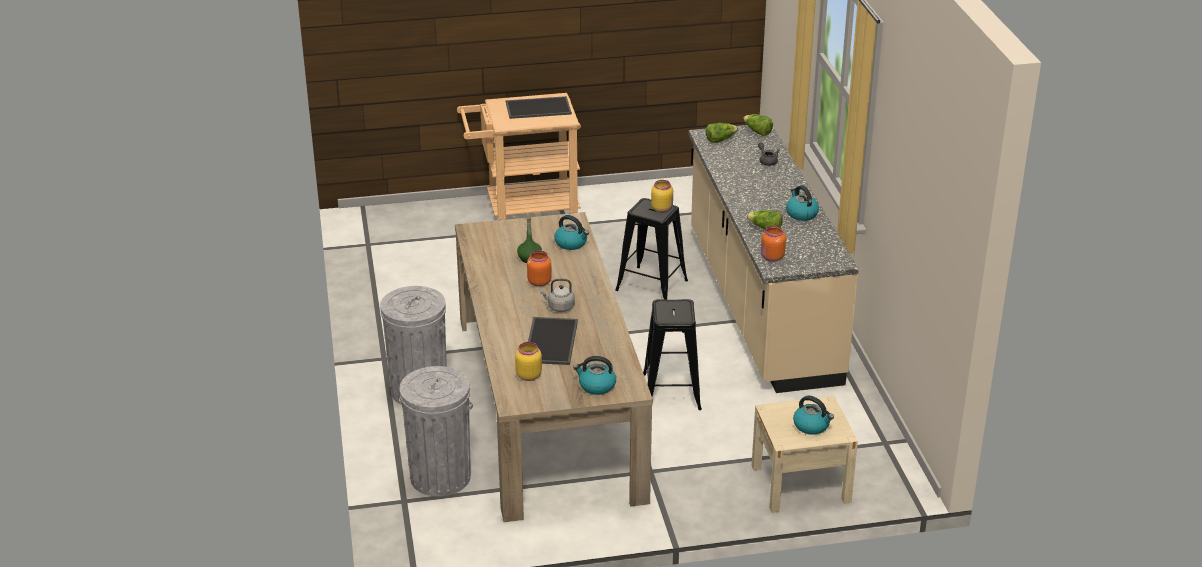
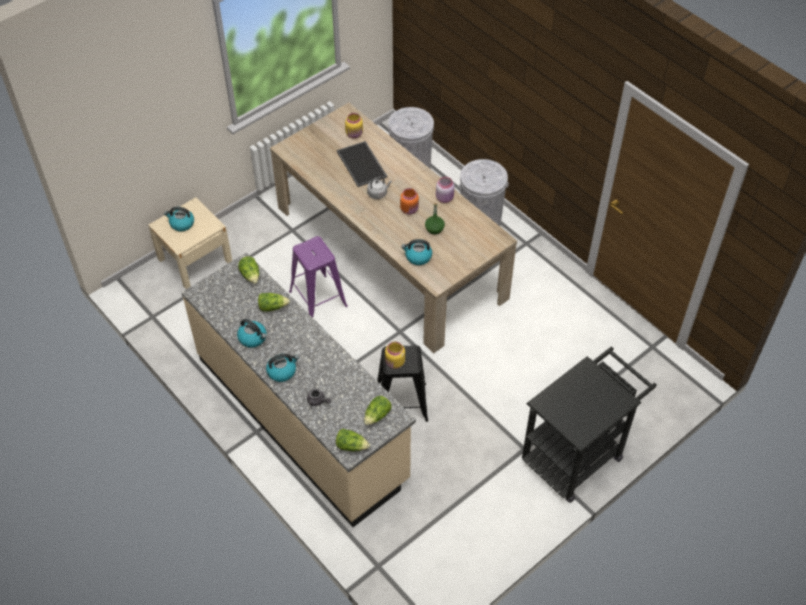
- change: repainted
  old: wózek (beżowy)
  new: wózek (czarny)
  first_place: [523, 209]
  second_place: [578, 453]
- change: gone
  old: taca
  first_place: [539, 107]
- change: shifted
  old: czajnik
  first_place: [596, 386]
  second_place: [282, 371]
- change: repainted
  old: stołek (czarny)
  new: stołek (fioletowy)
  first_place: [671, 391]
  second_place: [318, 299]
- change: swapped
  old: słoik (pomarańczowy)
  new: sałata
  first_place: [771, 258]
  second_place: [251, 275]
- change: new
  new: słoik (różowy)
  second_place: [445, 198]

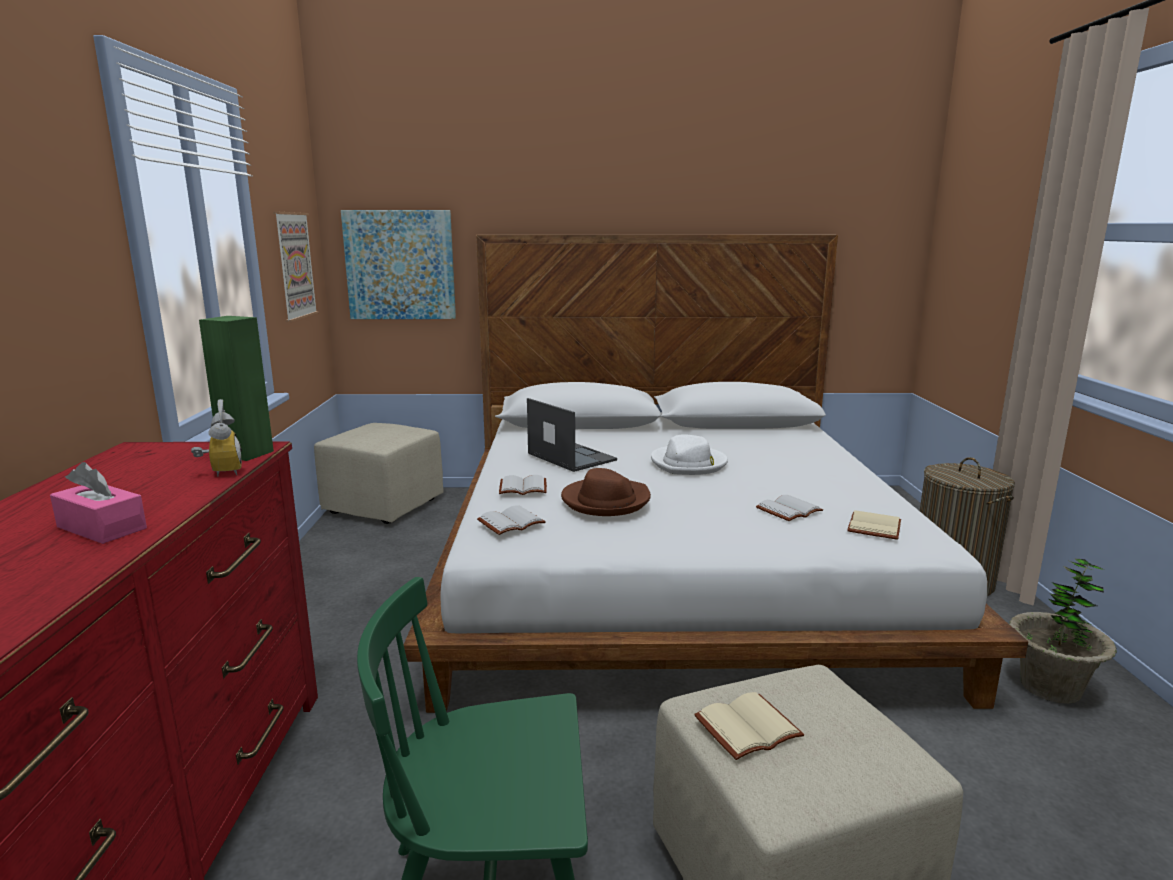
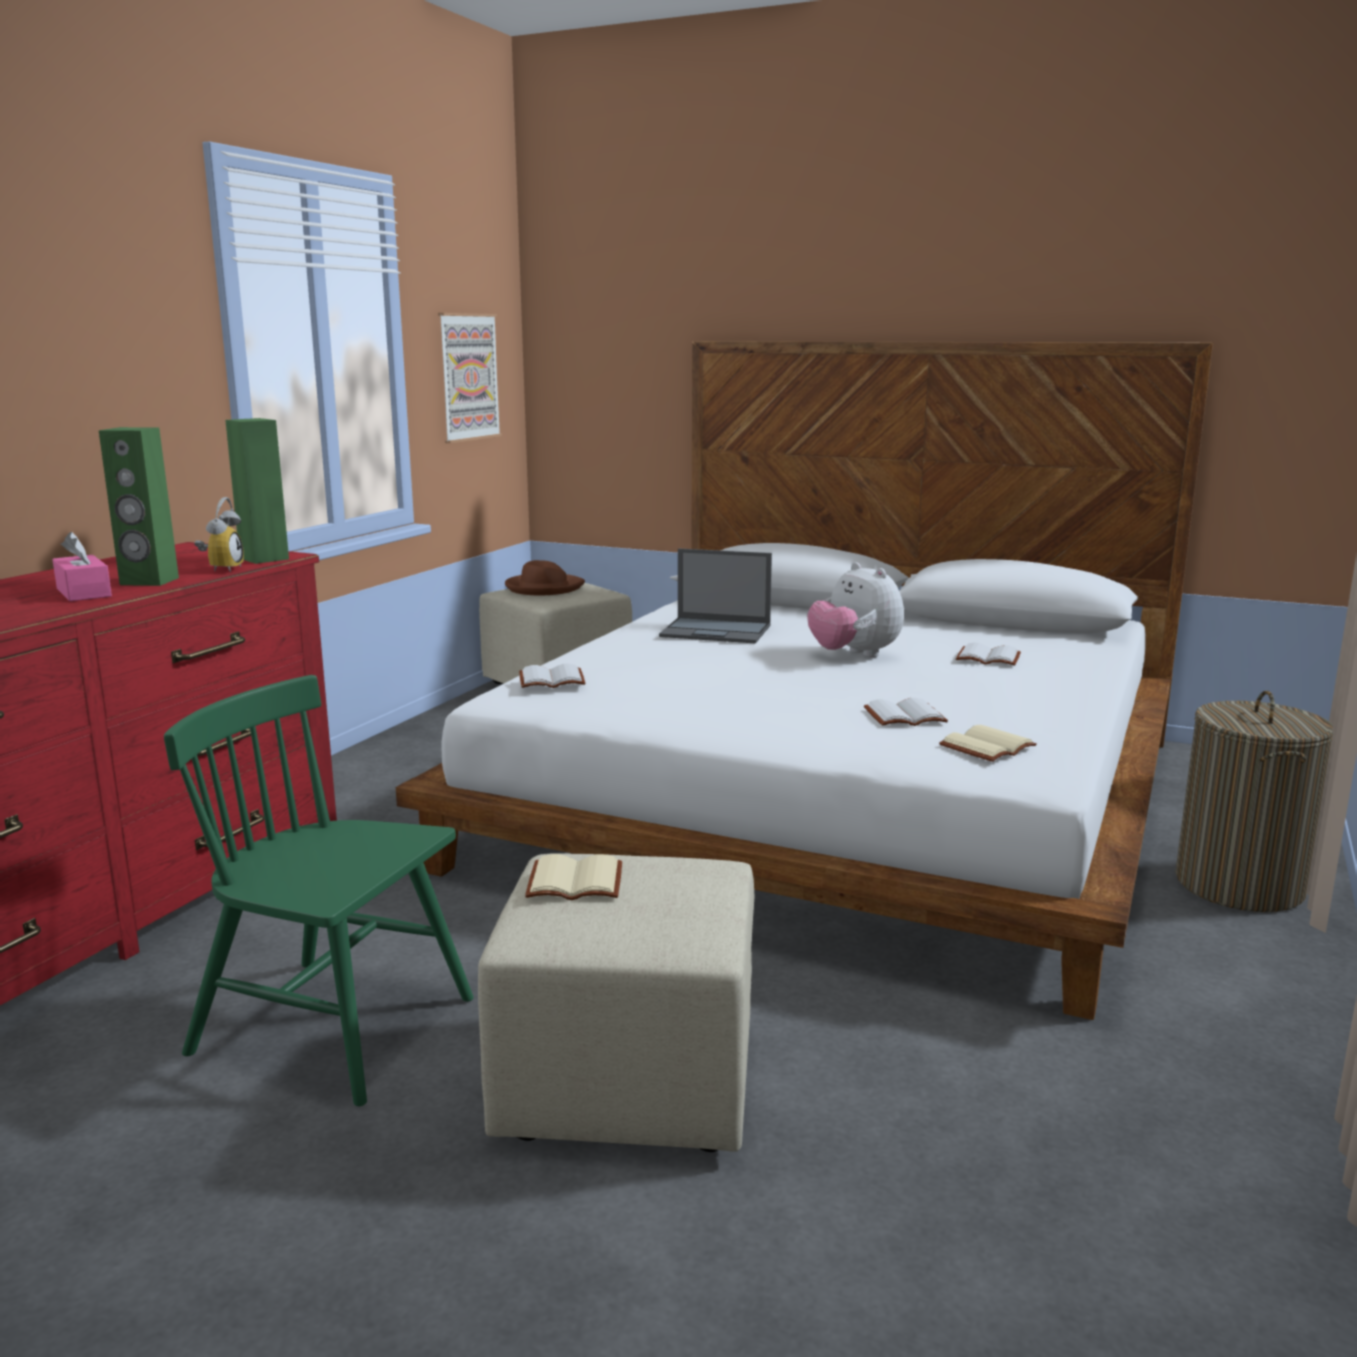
- change: gone
  old: obraz
  first_place: [400, 265]
- change: shifted
  old: książka (biały)
  first_place: [522, 488]
  second_place: [987, 658]
- change: rotated
  old: laptop
  first_place: [570, 457]
  second_place: [717, 631]
  degrees: 120
- change: shifted
  old: kapelusz (brązowy)
  first_place: [605, 501]
  second_place: [543, 588]
- change: swapped
  old: kapelusz (biały)
  new: pluszak
  first_place: [689, 464]
  second_place: [854, 655]
- change: gone
  old: roślina doniczkowa
  first_place: [1050, 687]
- change: new
  new: głośnik (zielony)
  second_place: [149, 581]

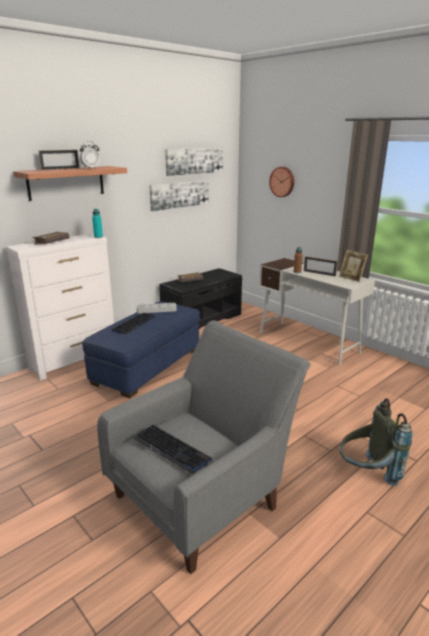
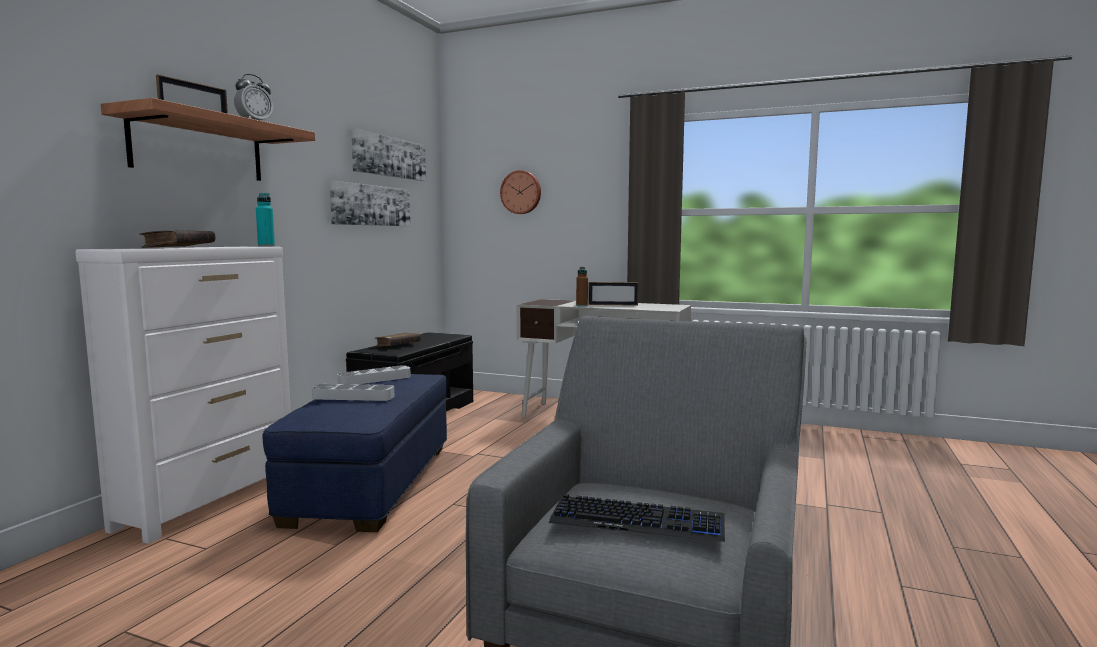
- change: swapped
  old: klawiatura
  new: taca (szary)
  first_place: [134, 324]
  second_place: [353, 397]
- change: gone
  old: ramka na zdjęcie
  first_place: [351, 278]
- change: gone
  old: plecak (szary)
  first_place: [366, 474]

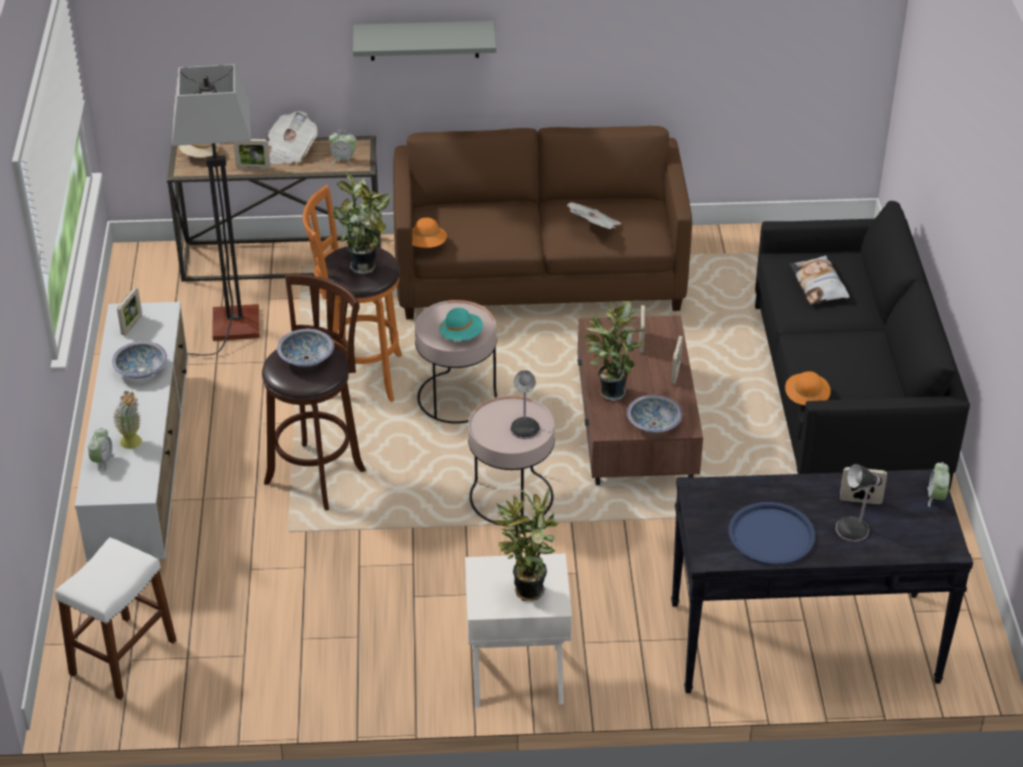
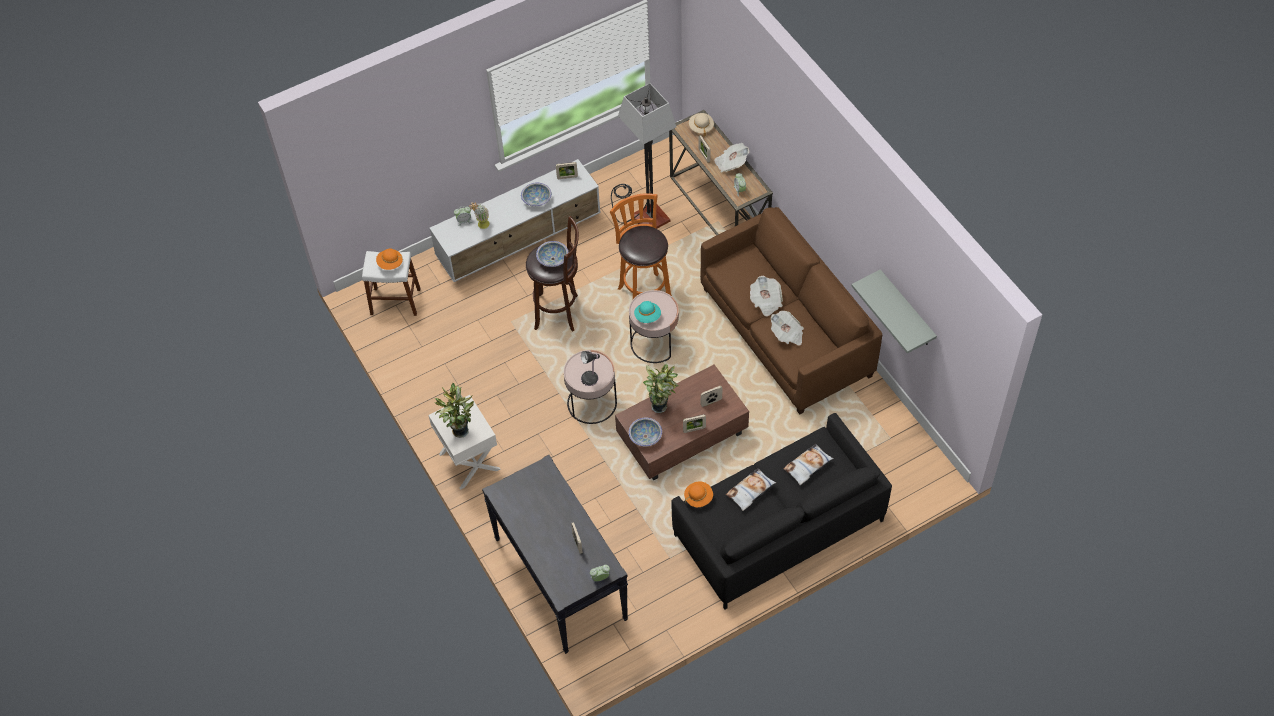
- change: gone
  old: roślina doniczkowa
  first_place: [366, 267]
- change: shifted
  old: półka (szary)
  first_place: [424, 40]
  second_place: [906, 310]
- change: shifted
  old: kapelusz (pomarańczowy)
  first_place: [426, 245]
  second_place: [390, 263]
- change: gone
  old: taca (niebieski)
  first_place: [771, 535]
- change: gone
  old: lampa stołowa
  first_place: [854, 529]
- change: new
  new: poduszka
  second_place: [750, 491]
- change: new
  new: gazeta
  second_place: [766, 301]

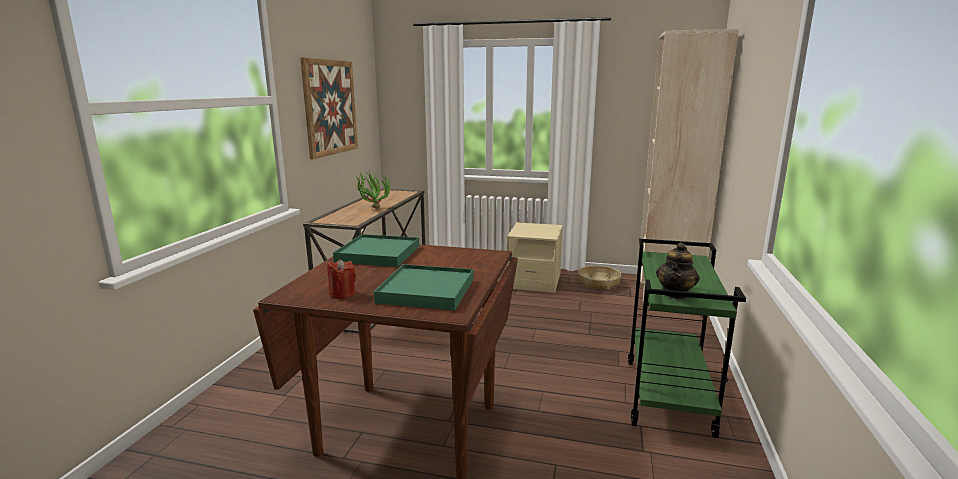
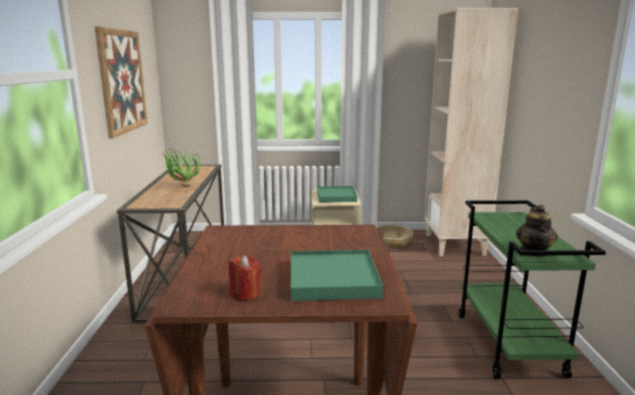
- change: shifted
  old: taca (zielony)
  first_place: [378, 254]
  second_place: [336, 196]

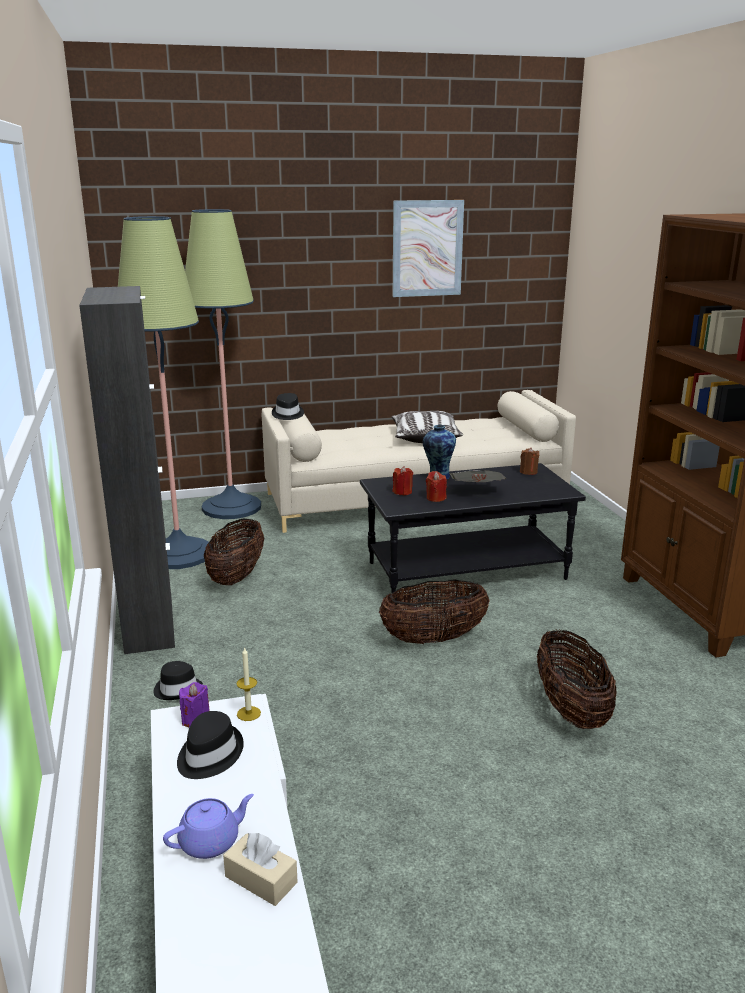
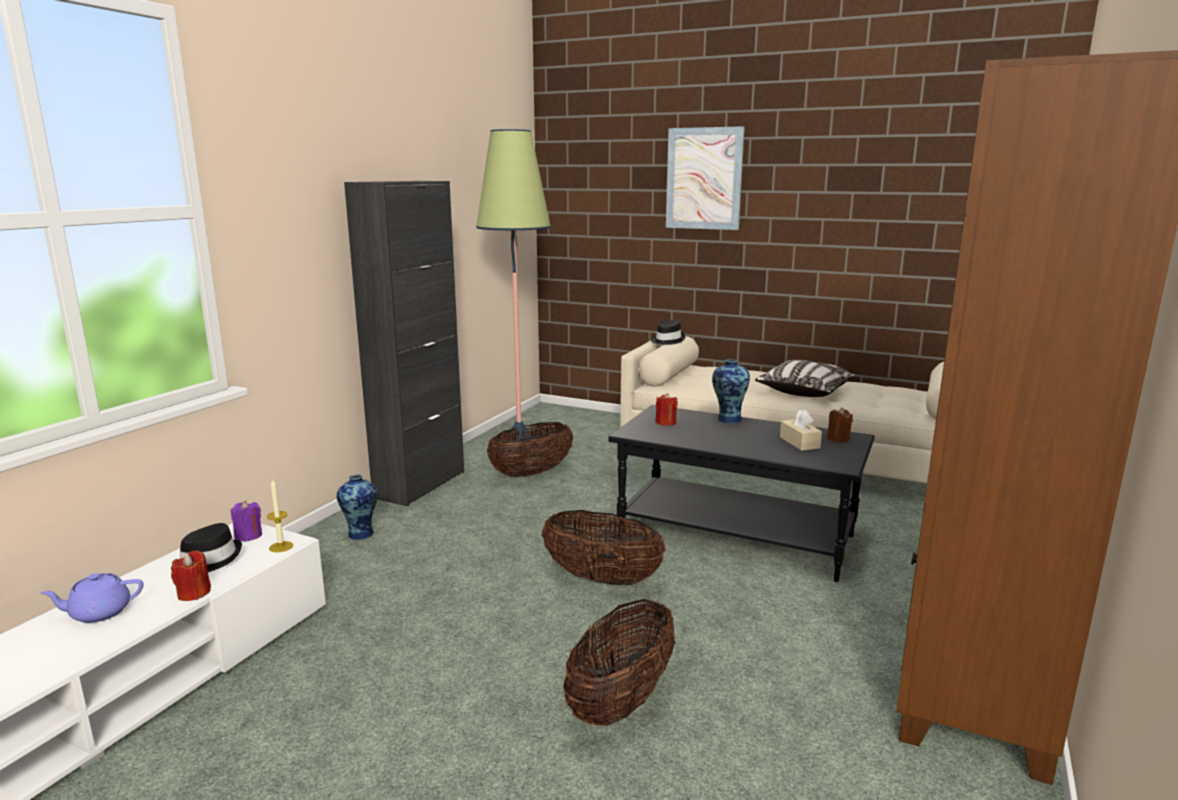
- change: swapped
  old: kapelusz (czarny)
  new: wazon
  first_place: [177, 689]
  second_place: [361, 534]
- change: rotated
  old: imbryk (fioletowy)
  first_place: [211, 842]
  second_place: [99, 613]
  degrees: 150
- change: gone
  old: lampa stojąca
  first_place: [231, 507]
- change: shifted
  old: pudełko chusteczek (beżowy)
  first_place: [261, 879]
  second_place: [799, 442]
- change: shifted
  old: obraz
  first_place: [427, 248]
  second_place: [704, 179]
- change: shifted
  old: świeca (czerwony)
  first_place: [435, 498]
  second_place: [194, 593]
- change: gone
  old: gazeta
  first_place: [477, 491]

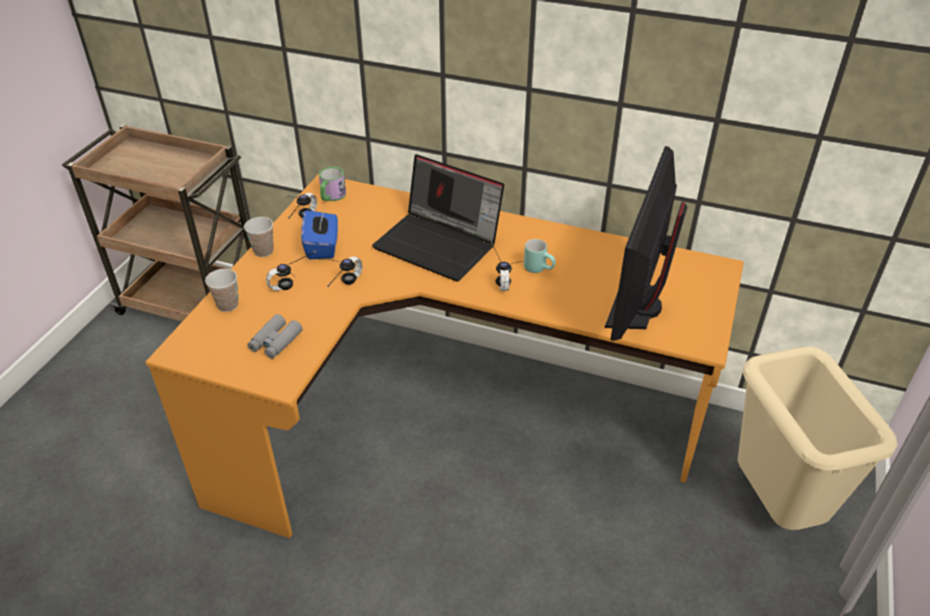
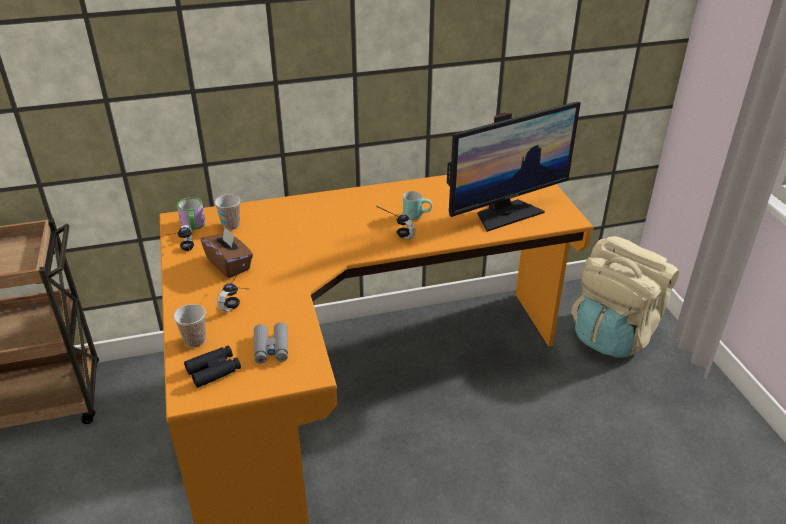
- change: shifted
  old: filiżanka
  first_place: [263, 251]
  second_place: [231, 225]
- change: repainted
  old: pudełko chusteczek (niebieski)
  new: pudełko chusteczek (brązowy)
  first_place: [322, 247]
  second_place: [229, 265]
- change: gone
  old: słuchawki
  first_place: [338, 285]
- change: gone
  old: laptop
  first_place: [439, 244]
- change: rotated
  old: monitor
  first_place: [636, 305]
  second_place: [505, 213]
  degrees: -105
- change: swapped
  old: kosz na śmieci (beżowy)
  new: plecak (beżowy)
  first_place: [775, 506]
  second_place: [614, 333]
- change: new
  new: lornetka (czarny)
  second_place: [214, 370]

